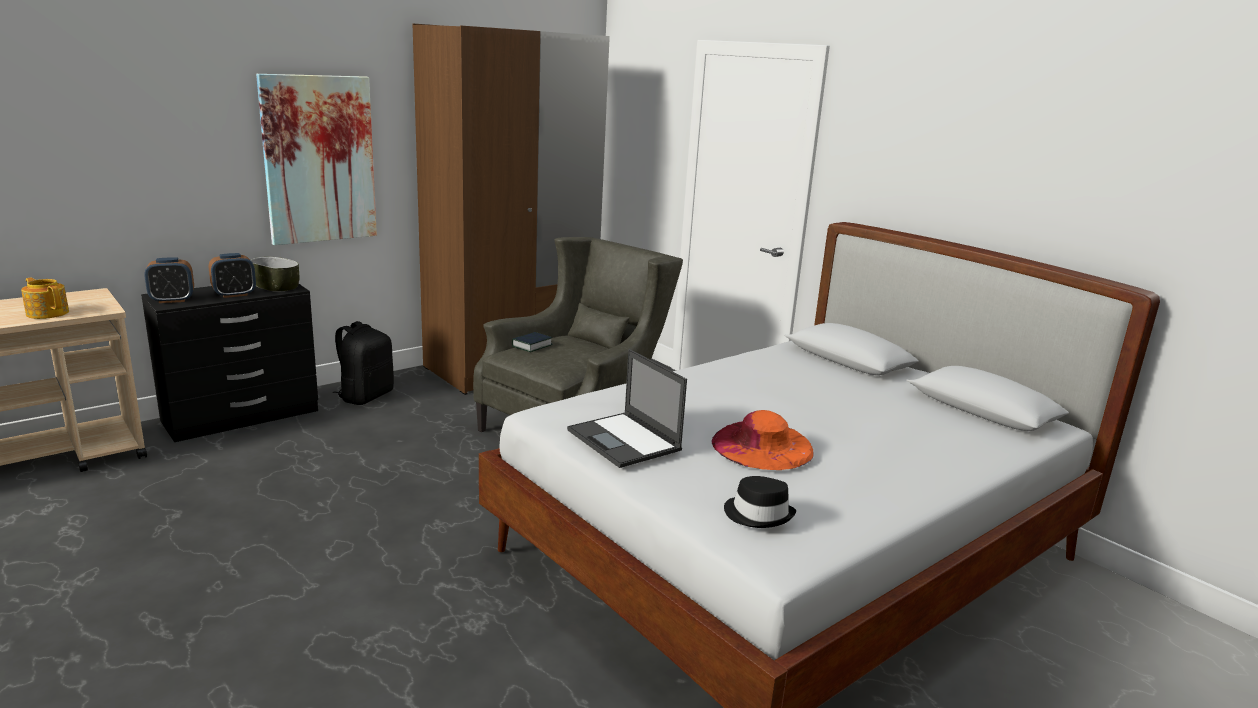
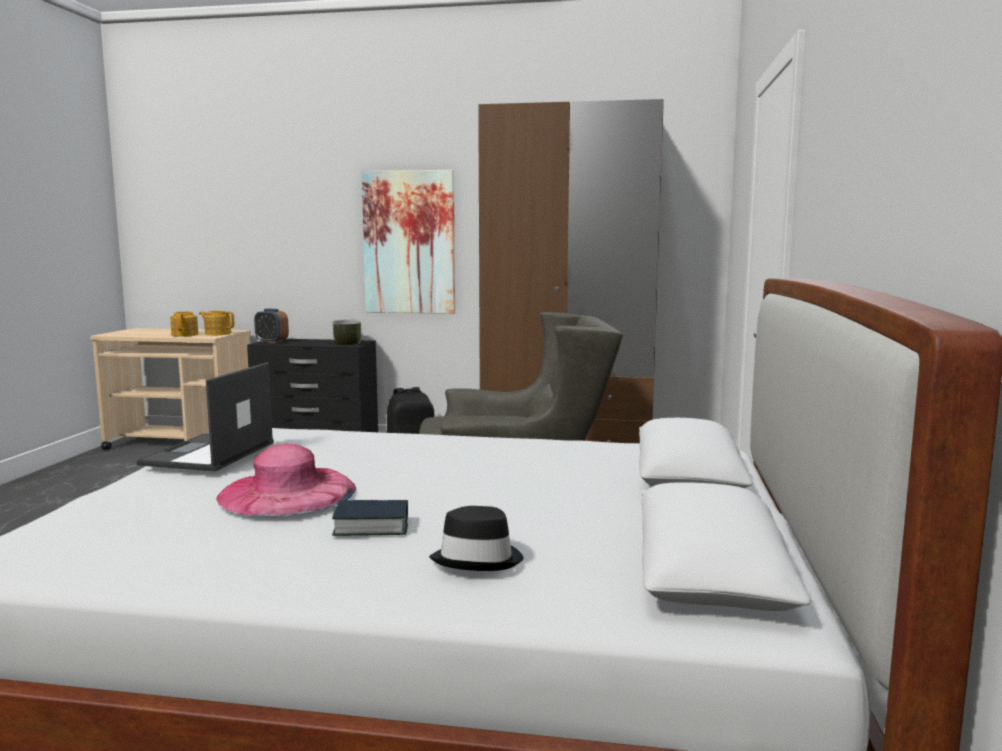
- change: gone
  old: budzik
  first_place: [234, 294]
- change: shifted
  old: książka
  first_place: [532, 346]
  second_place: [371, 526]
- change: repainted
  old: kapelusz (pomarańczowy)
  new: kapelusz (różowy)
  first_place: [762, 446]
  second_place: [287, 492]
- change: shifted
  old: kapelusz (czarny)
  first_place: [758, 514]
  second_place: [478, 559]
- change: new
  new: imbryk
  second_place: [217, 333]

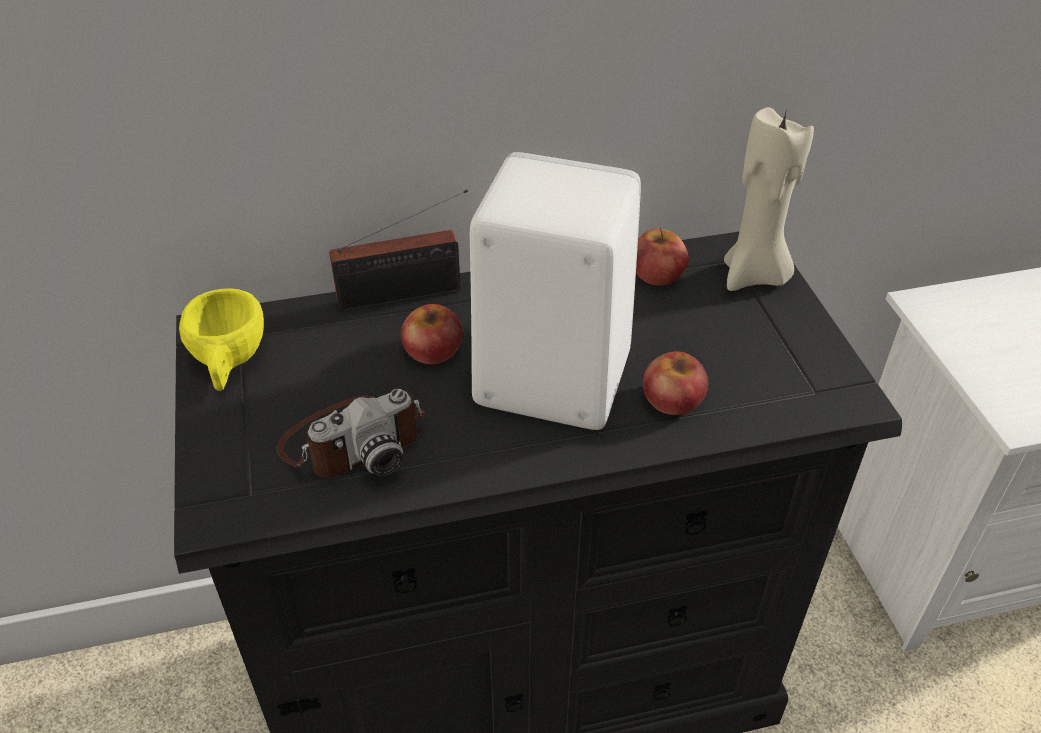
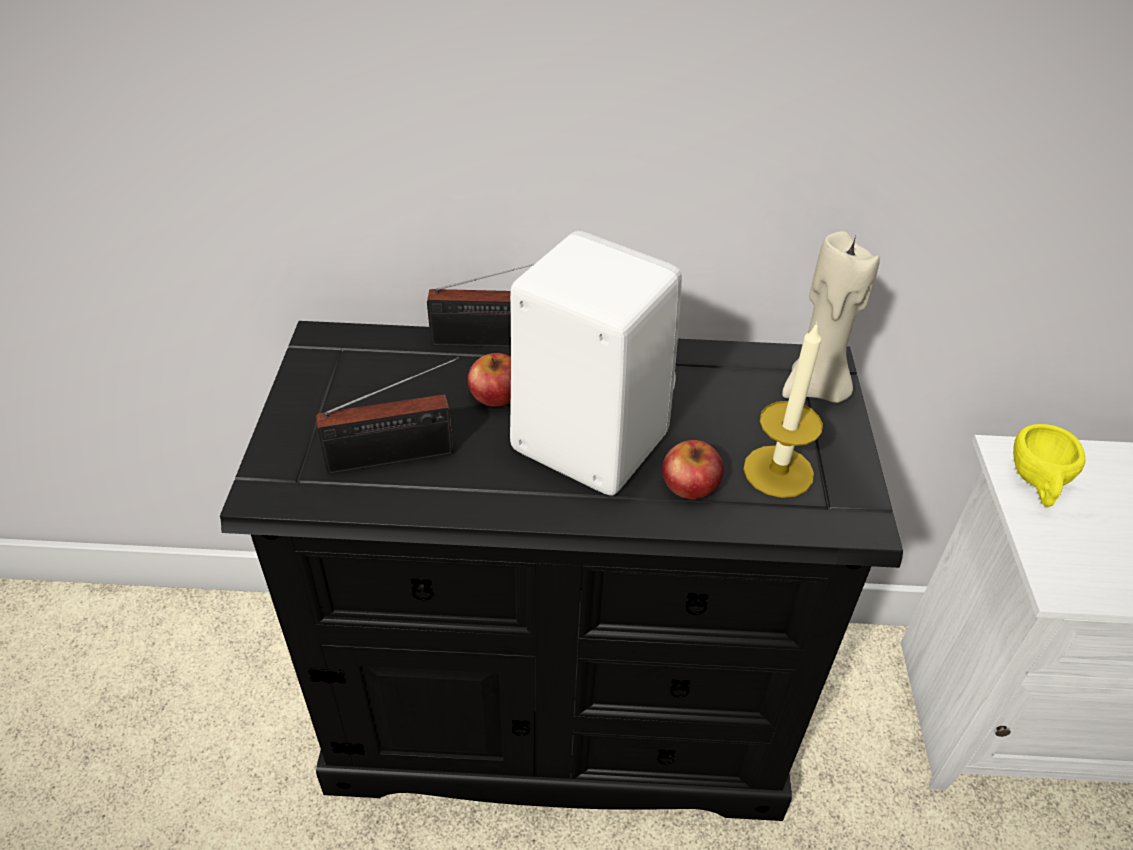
- change: shifted
  old: filiżanka (żółty)
  first_place: [229, 363]
  second_place: [1037, 483]
- change: swapped
  old: aparat fotograficzny
  new: radio
  first_place: [353, 441]
  second_place: [397, 457]
- change: gone
  old: jabłko
  first_place: [657, 273]
- change: new
  new: świeca
  second_place: [778, 471]

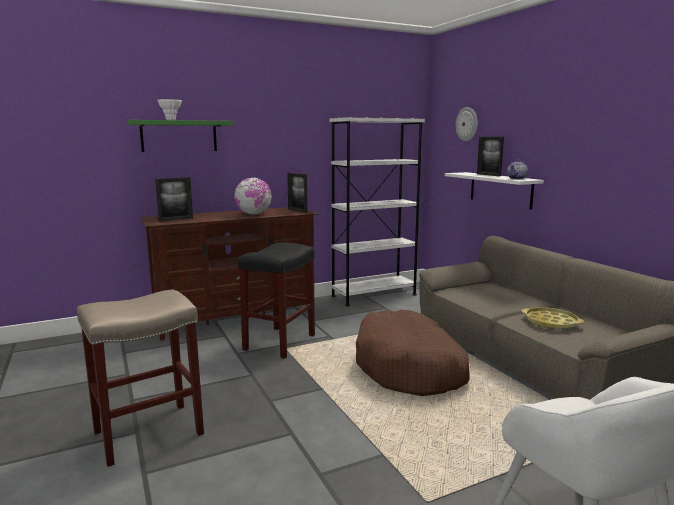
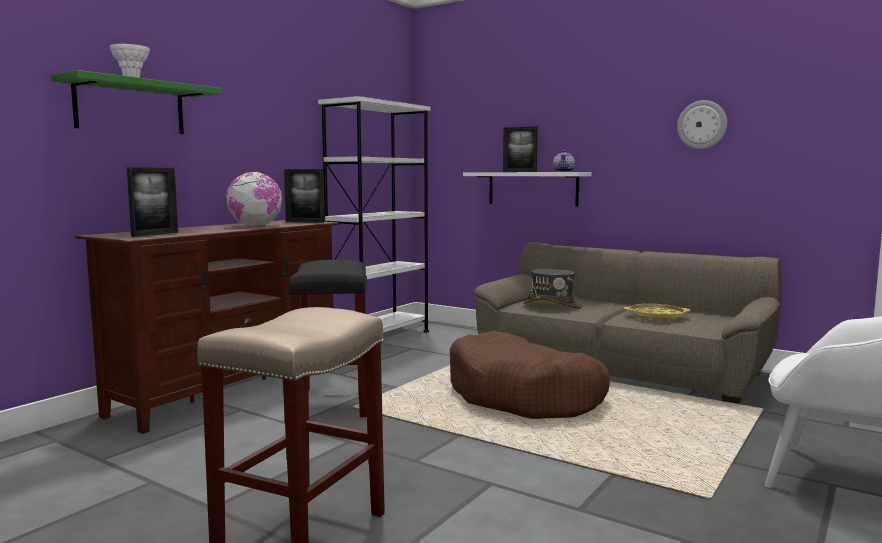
- change: shifted
  old: zegar ścienny
  first_place: [467, 124]
  second_place: [702, 125]
- change: new
  new: kapelusz (szary)
  second_place: [552, 305]

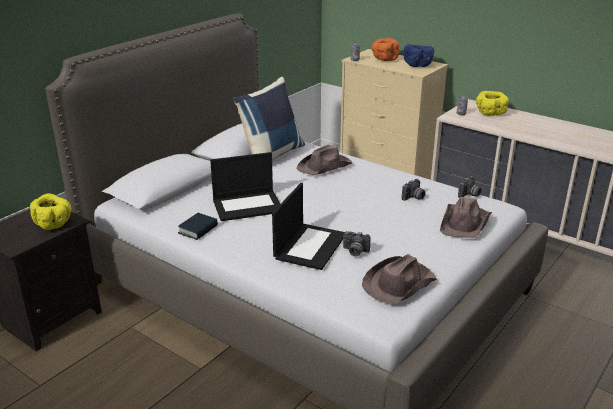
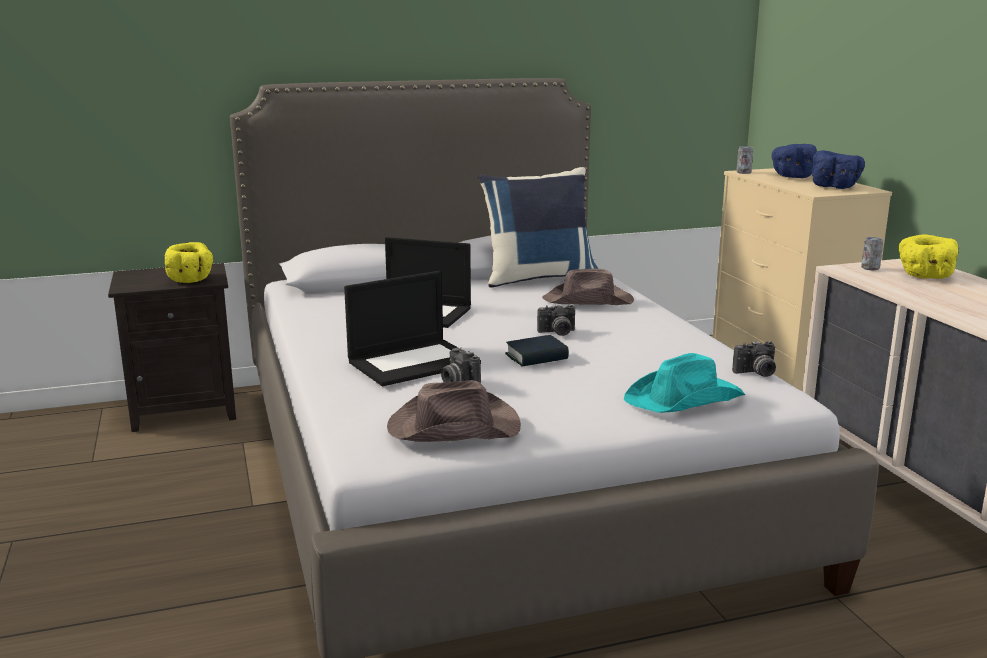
- change: shifted
  old: książka
  first_place: [198, 229]
  second_place: [536, 357]
- change: repainted
  old: miska (pomarańczowy)
  new: miska (niebieski)
  first_place: [384, 59]
  second_place: [791, 177]
- change: shifted
  old: aparat fotograficzny
  first_place: [414, 198]
  second_place: [557, 333]
- change: repainted
  old: kapelusz (brązowy)
  new: kapelusz (turkusowy)
  first_place: [465, 223]
  second_place: [685, 399]

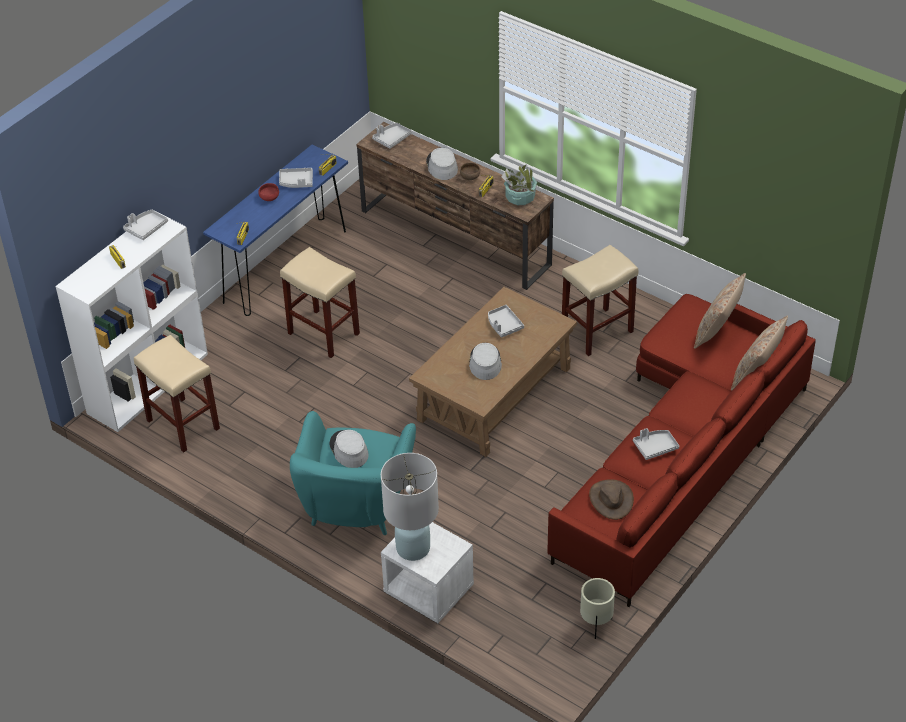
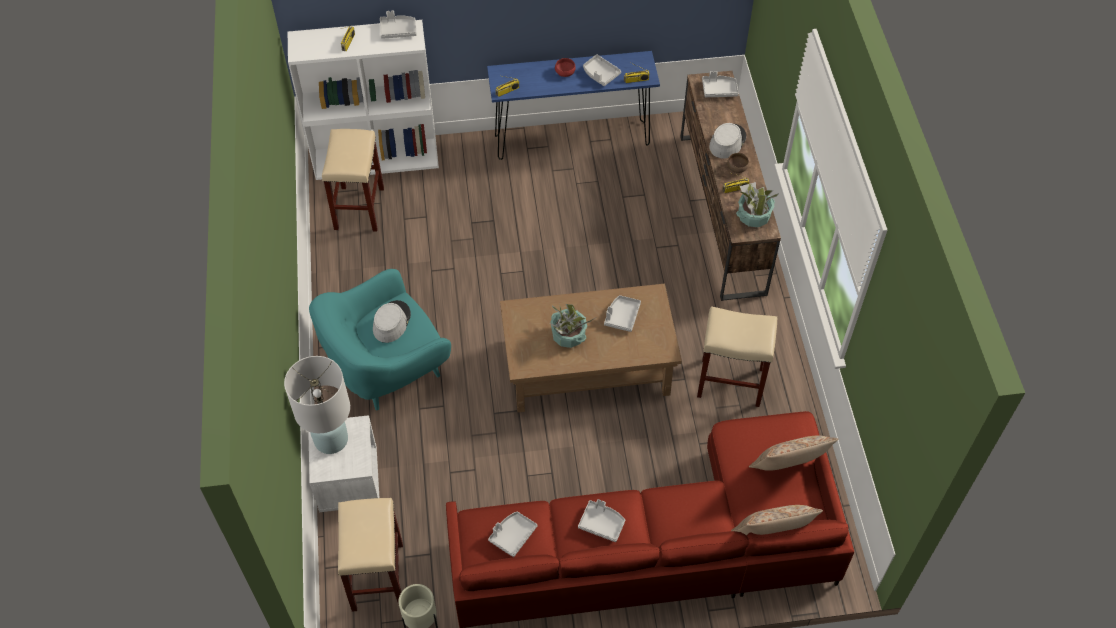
- change: shifted
  old: stołek (beżowy)
  first_place: [322, 333]
  second_place: [377, 576]
- change: swapped
  old: kapelusz (szary)
  new: roślina doniczkowa
  first_place: [485, 362]
  second_place: [568, 335]
- change: swapped
  old: kapelusz (brązowy)
  new: taca (szary)
  first_place: [611, 499]
  second_place: [512, 535]

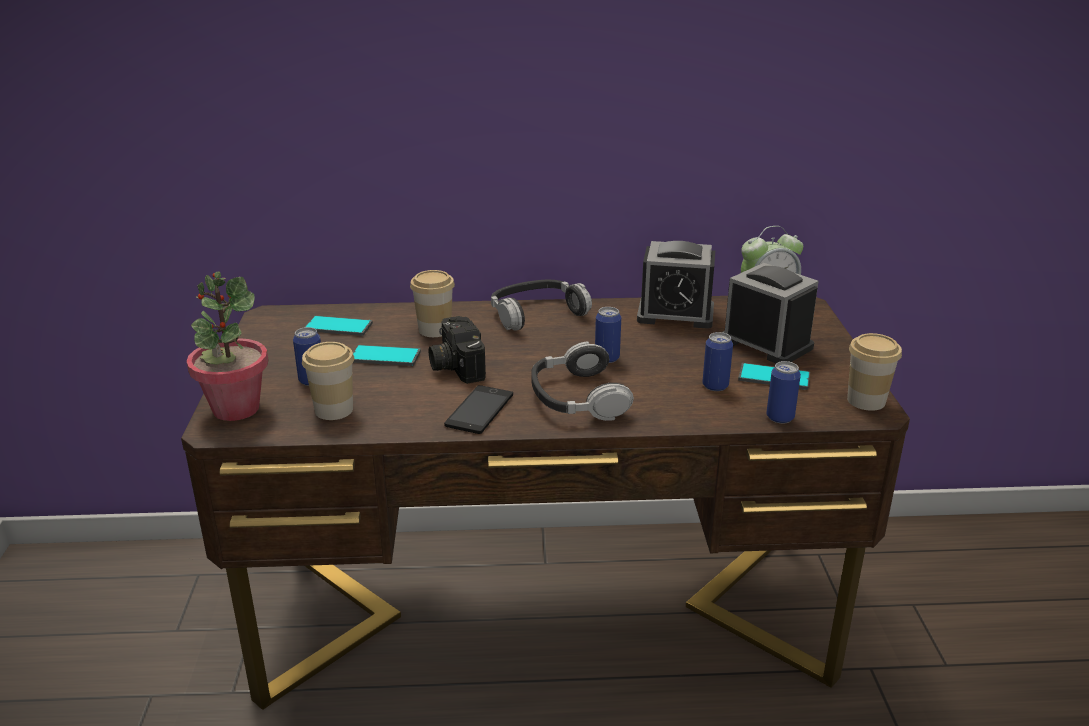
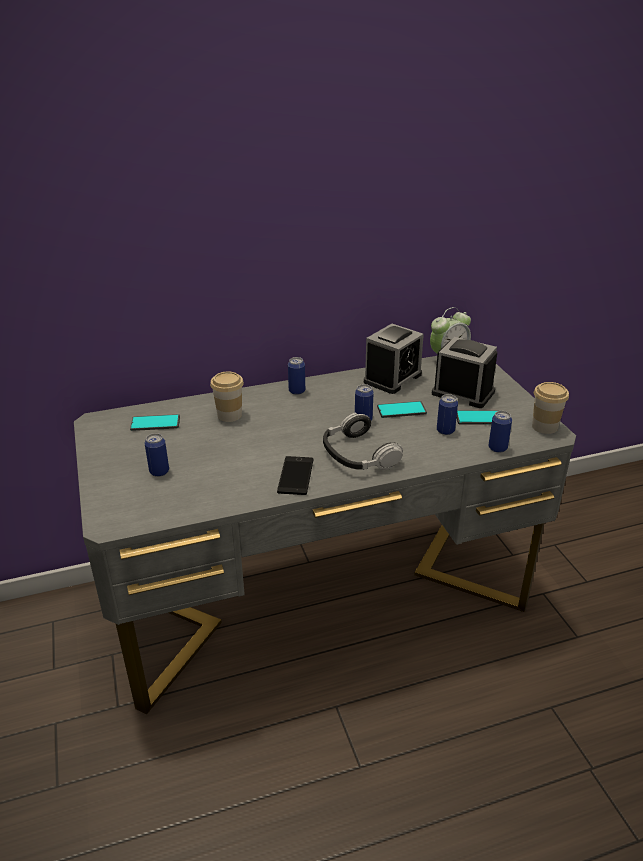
- change: repainted
  old: biurko (brązowy)
  new: biurko (szary)
  first_place: [544, 613]
  second_place: [321, 599]
- change: gone
  old: roślina doniczkowa
  first_place: [235, 409]
- change: gone
  old: filiżanka
  first_place: [334, 410]
- change: shifted
  old: telefon
  first_place: [385, 356]
  second_place: [401, 410]
- change: gone
  old: aparat fotograficzny
  first_place: [454, 365]
- change: swapped
  old: słuchawki
  new: puszka
  first_place: [537, 313]
  second_place: [297, 391]
- change: rotated
  old: budzik
  first_place: [675, 314]
  second_place: [392, 378]
  degrees: -45

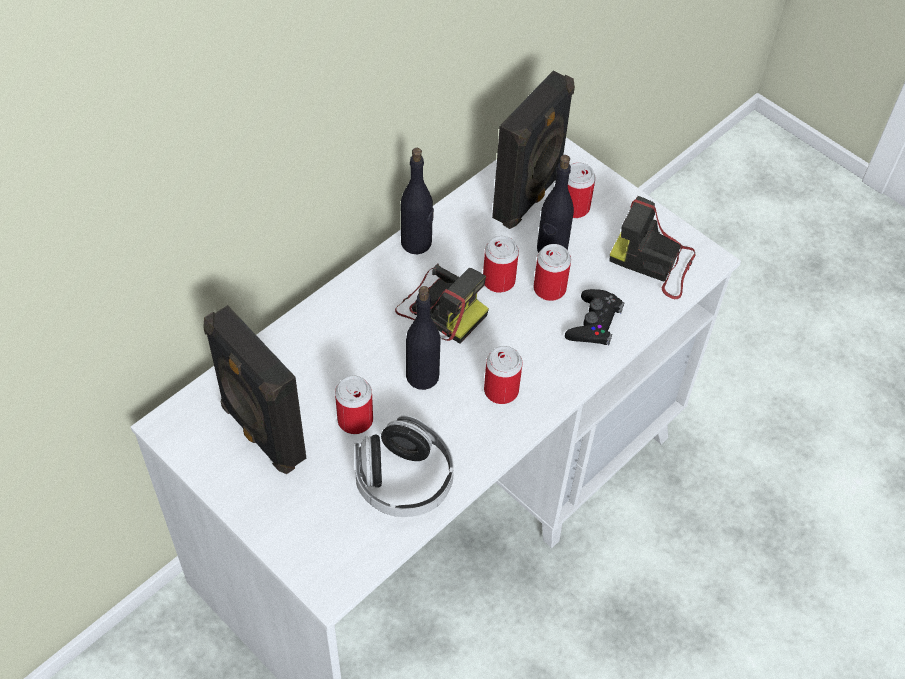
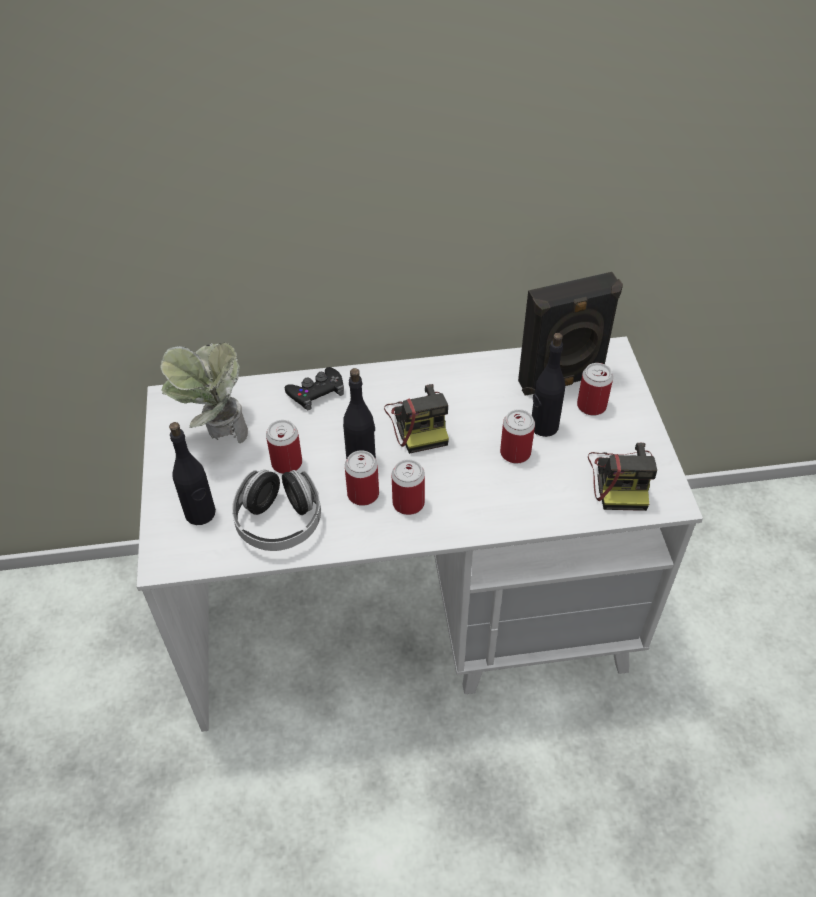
- change: swapped
  old: głośnik (czarny)
  new: roślina doniczkowa
  first_place: [261, 433]
  second_place: [218, 436]
- change: shifted
  old: butelka (czarny)
  first_place: [416, 243]
  second_place: [200, 513]
- change: shifted
  old: puszka
  first_place: [498, 281]
  second_place: [363, 494]
- change: shifted
  old: pad do gier (czarny)
  first_place: [594, 323]
  second_place: [316, 392]
- change: rotated
  old: aparat fotograficzny
  first_place: [654, 262]
  second_place: [621, 479]
  degrees: -150

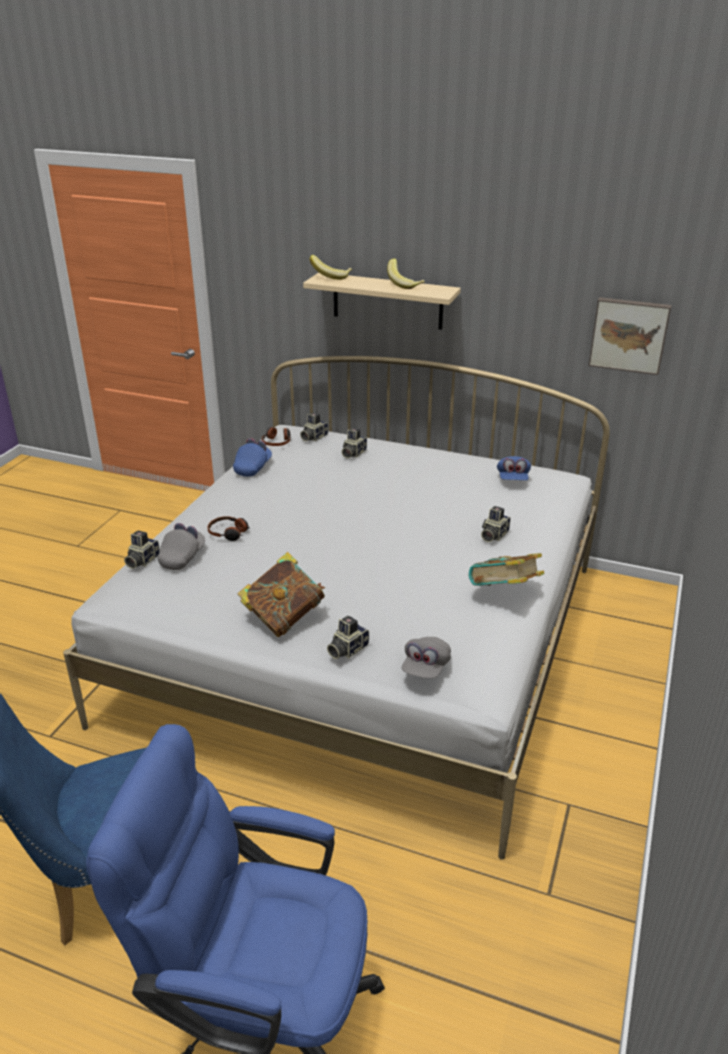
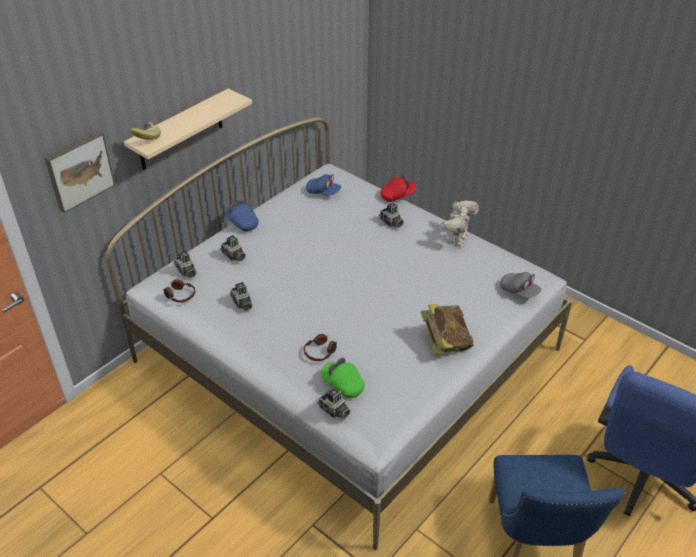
- change: repainted
  old: czapka z daszkiem (szary)
  new: czapka z daszkiem (zielony)
  first_place: [182, 557]
  second_place: [342, 384]
- change: shifted
  old: czapka z daszkiem (niebieski)
  first_place: [253, 467]
  second_place: [242, 223]
- change: shifted
  old: aparat fotograficzny
  first_place: [346, 649]
  second_place: [242, 303]
- change: gone
  old: banan
  first_place: [405, 285]
- change: swapped
  old: książka
  new: robot zabawkowy
  first_place: [504, 593]
  second_place: [457, 239]
- change: shifted
  old: obraz
  first_place: [629, 335]
  second_place: [79, 170]
- change: new
  new: czapka z daszkiem (czerwony)
  second_place: [398, 195]

